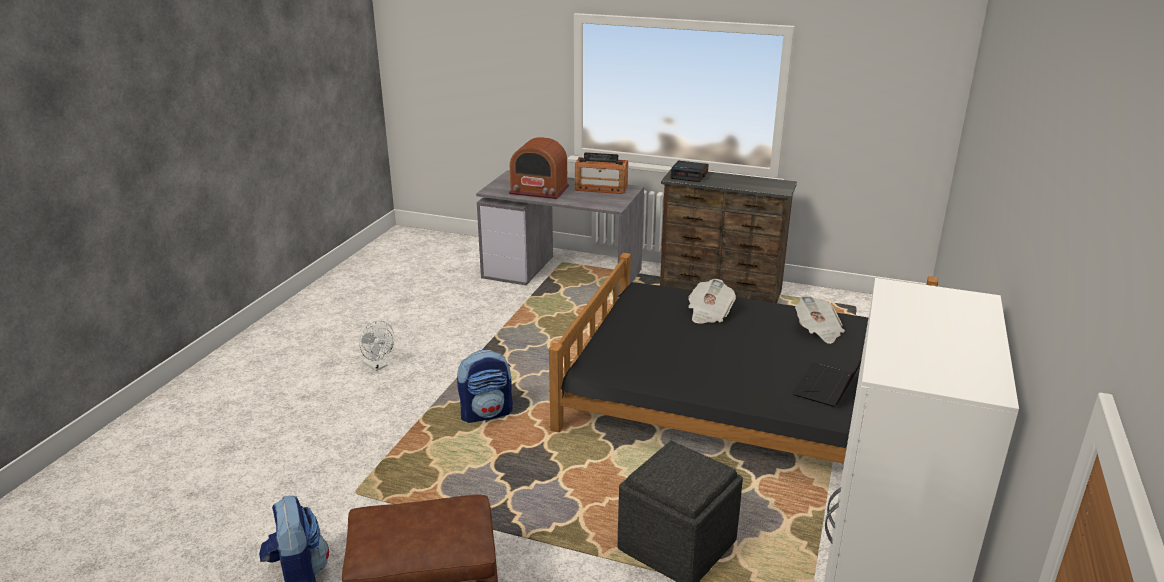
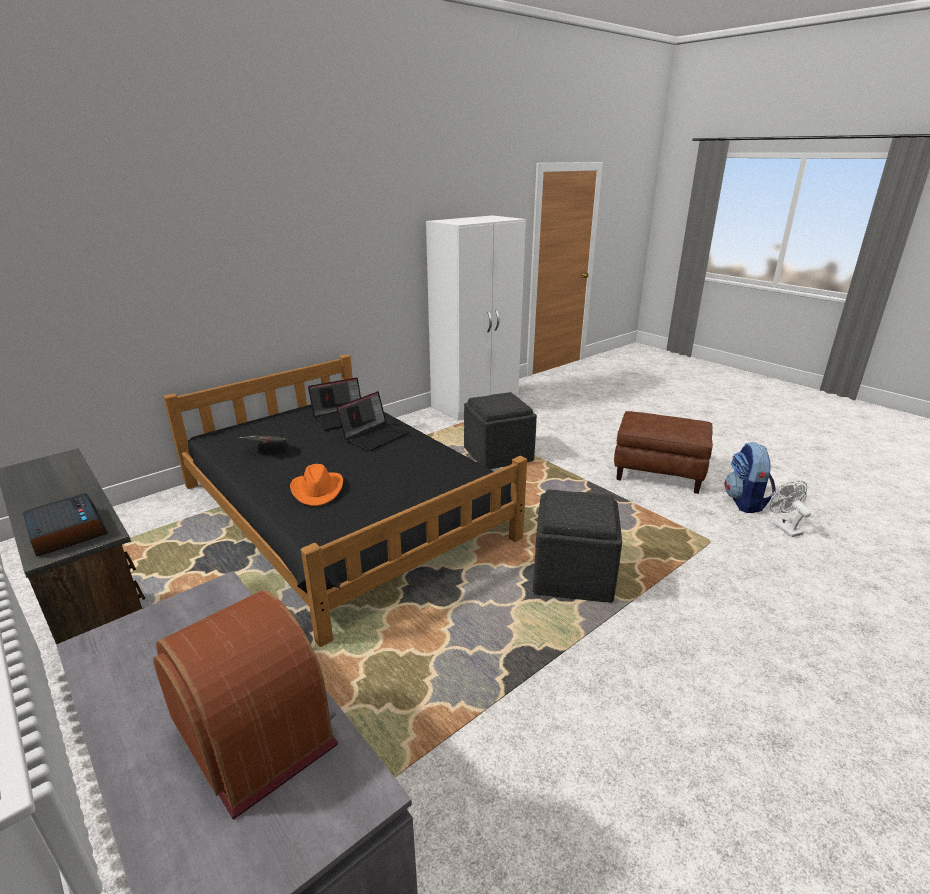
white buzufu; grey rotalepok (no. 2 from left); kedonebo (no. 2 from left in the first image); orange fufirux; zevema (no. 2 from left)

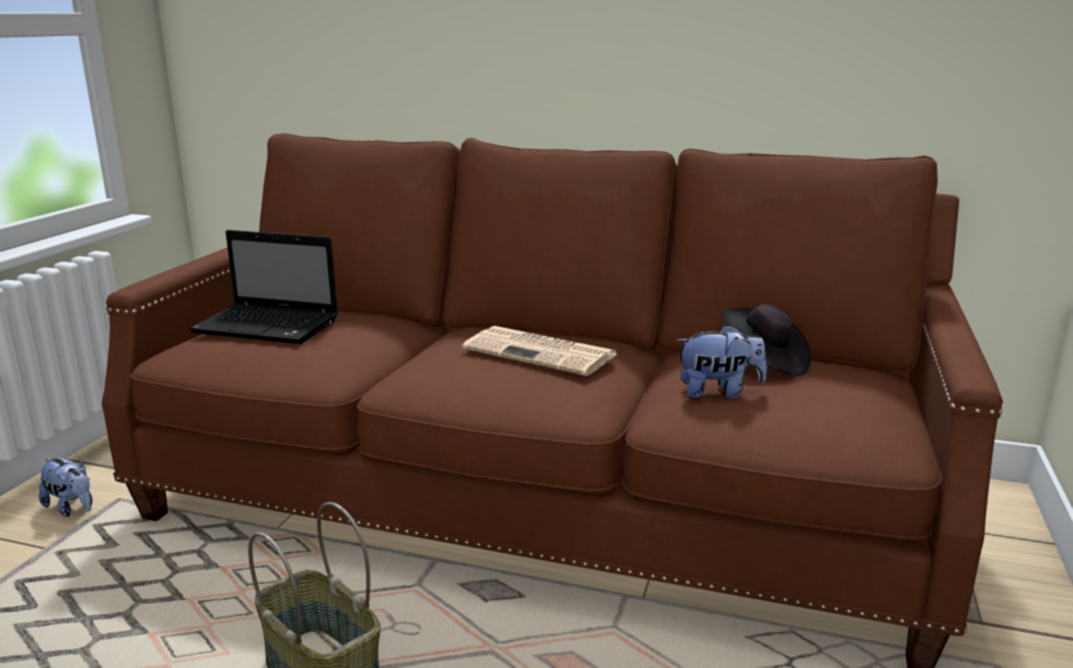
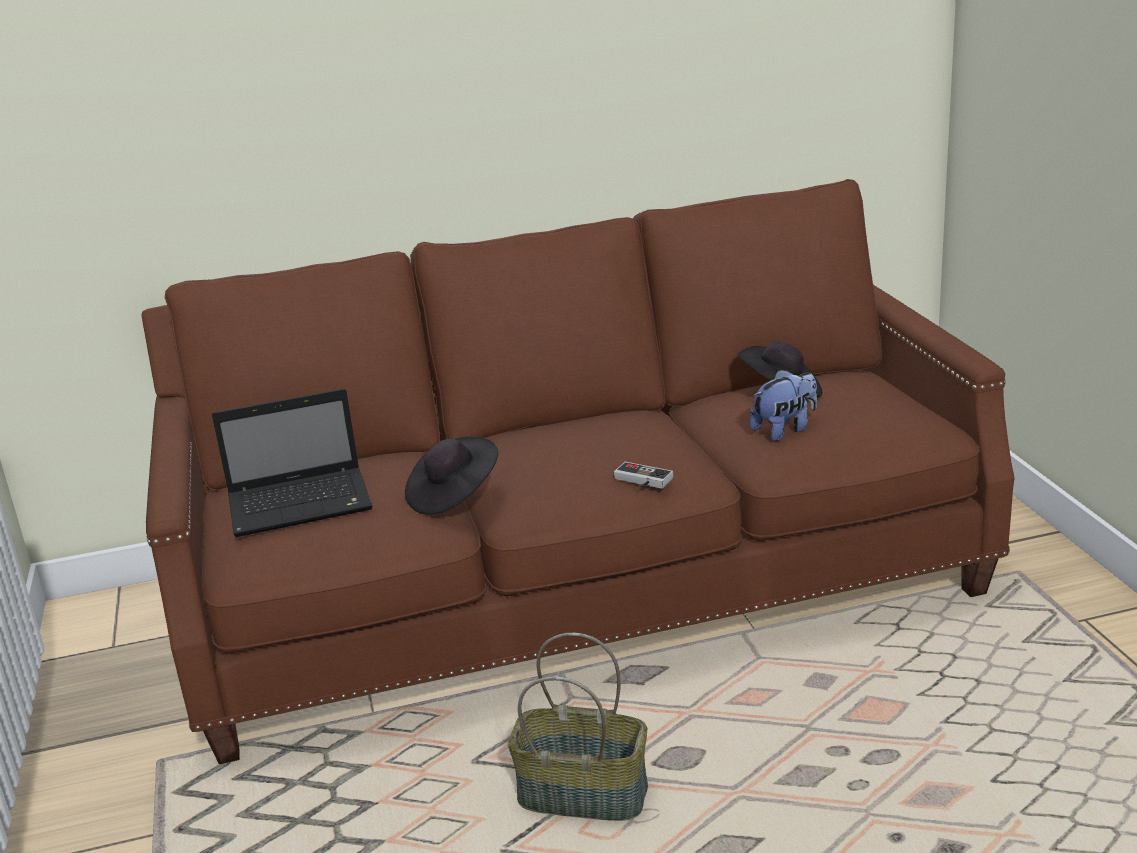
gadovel (no. 1 from left in the first image); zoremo; black fufirux (no. 1 from left); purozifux

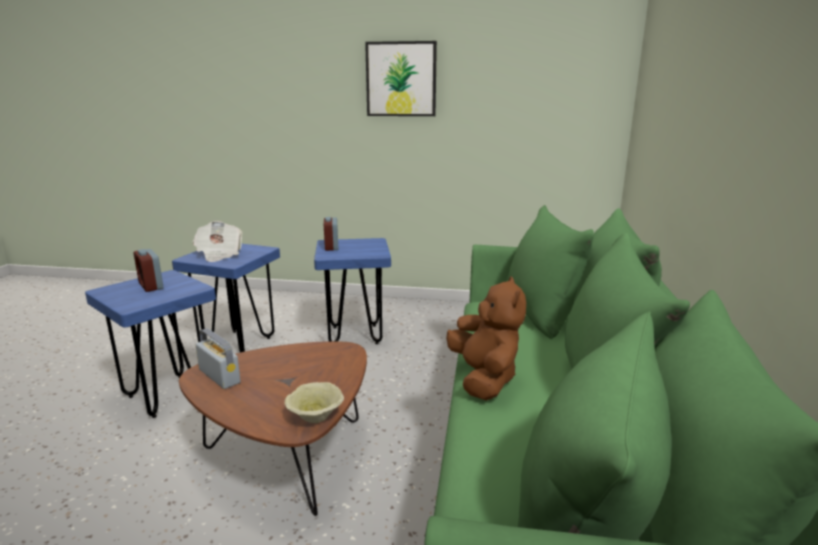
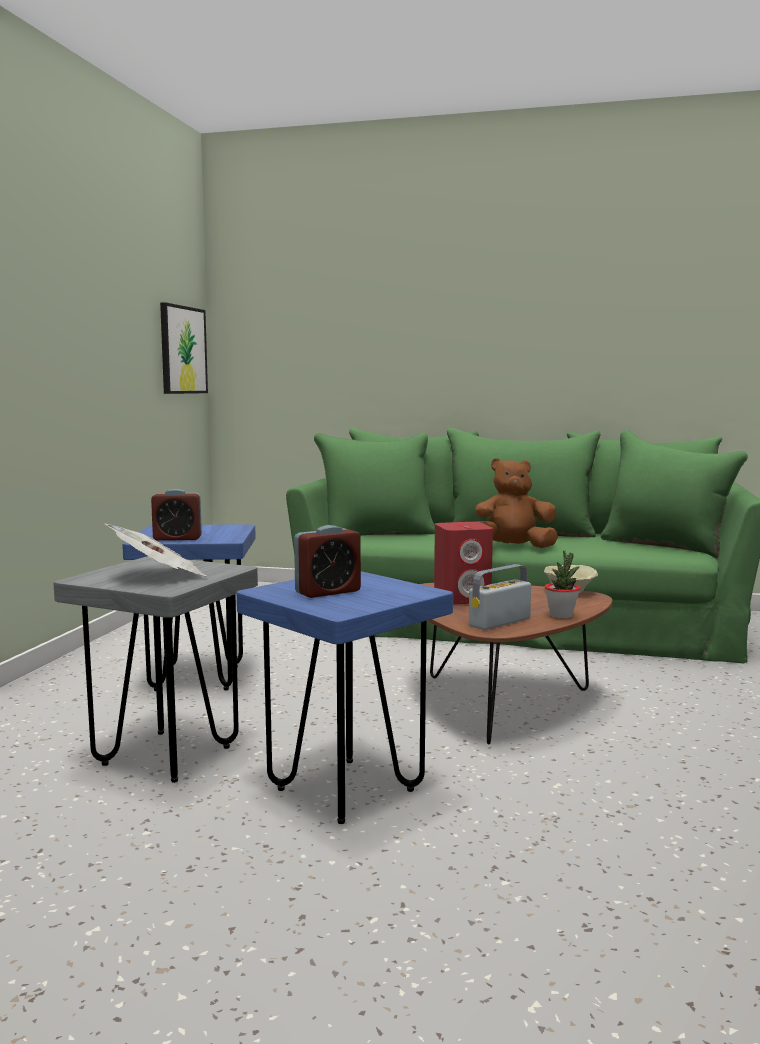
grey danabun; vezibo; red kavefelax; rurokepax

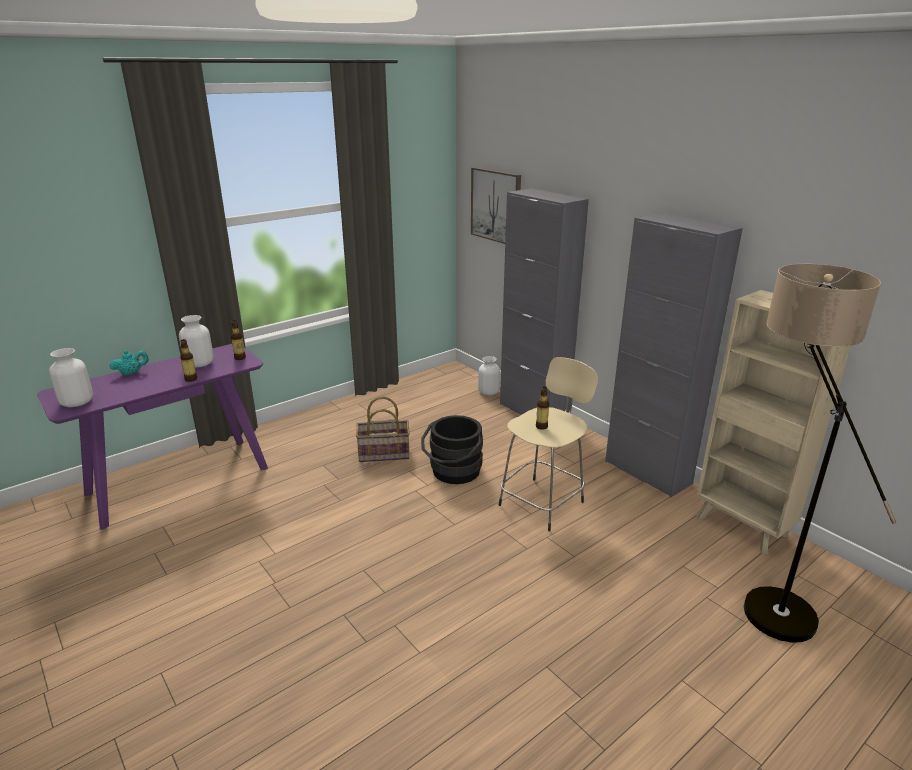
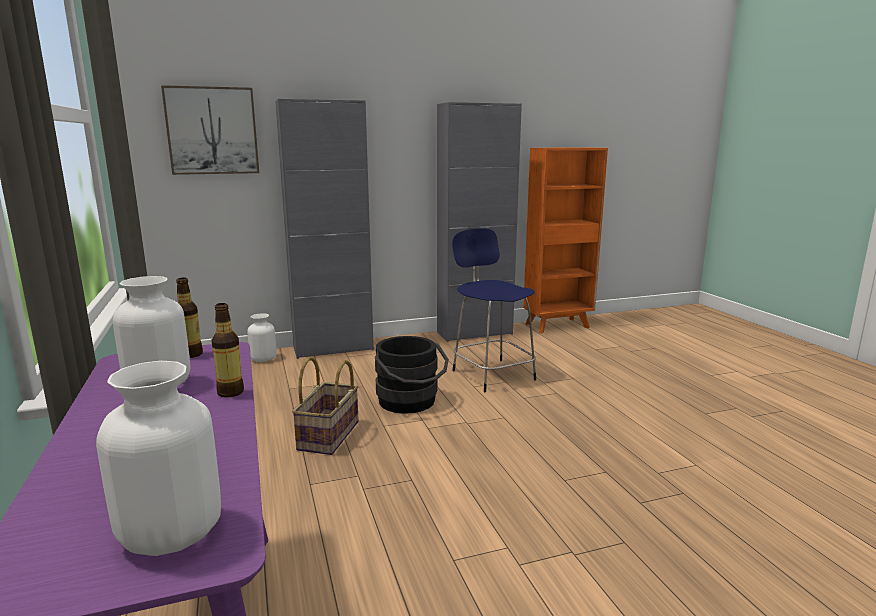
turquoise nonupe; blue danabun; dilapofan (no. 3 from left in the first image); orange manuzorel; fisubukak

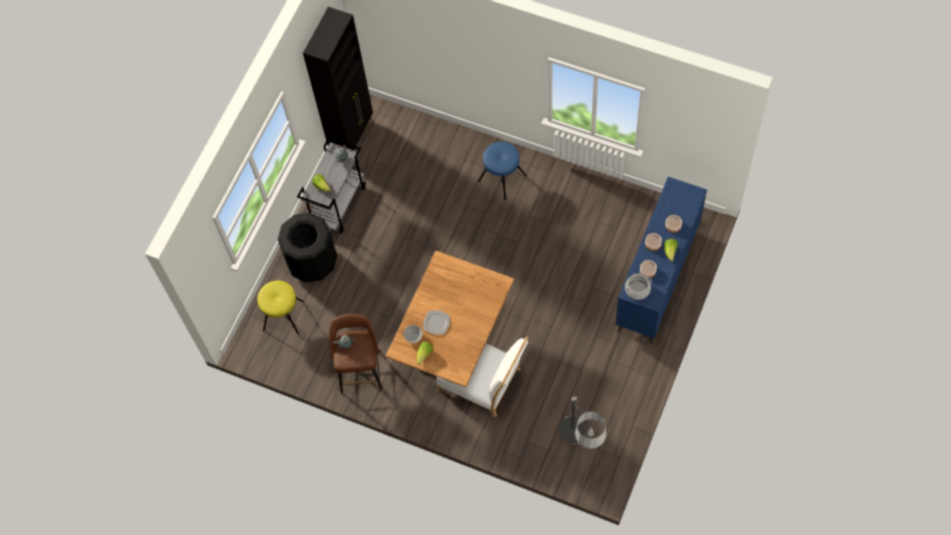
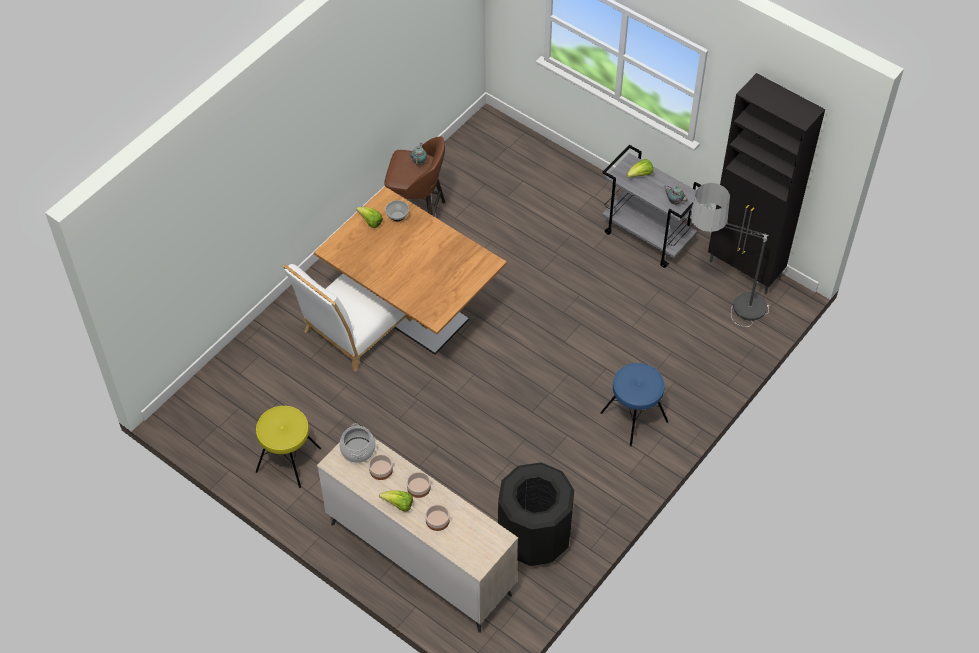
yellow danabun; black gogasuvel; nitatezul; fisubukak; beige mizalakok

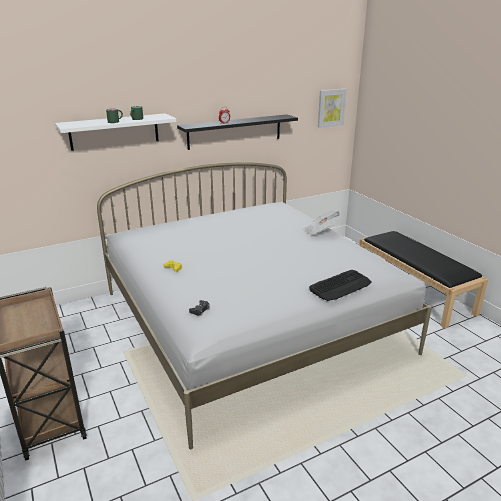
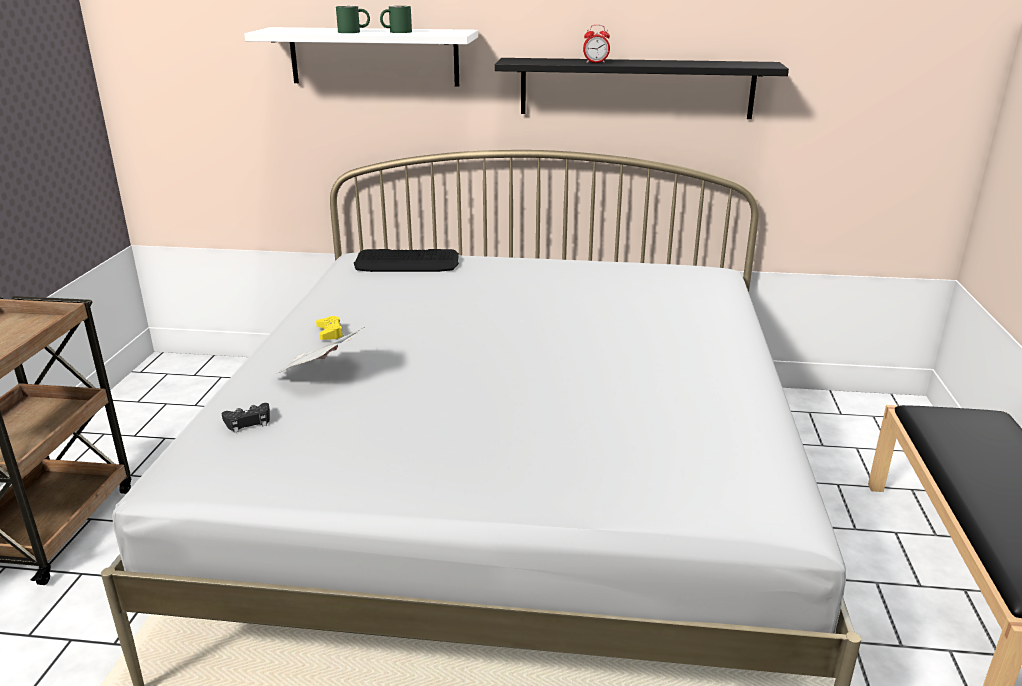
zoremo; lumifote; vezibo

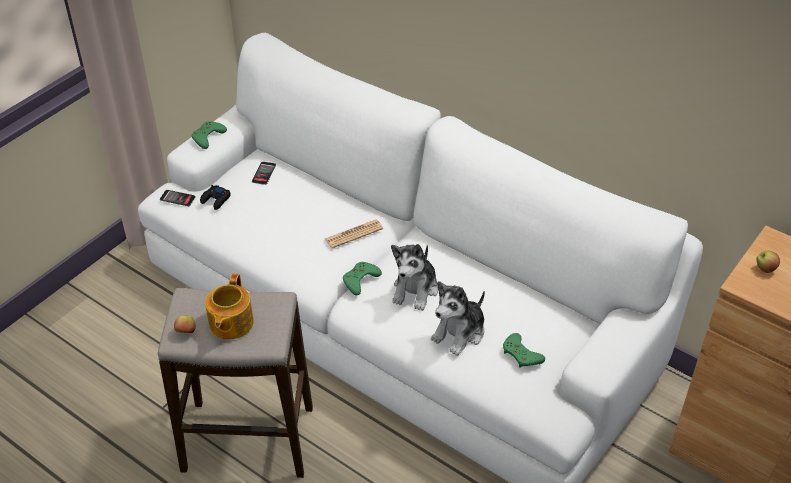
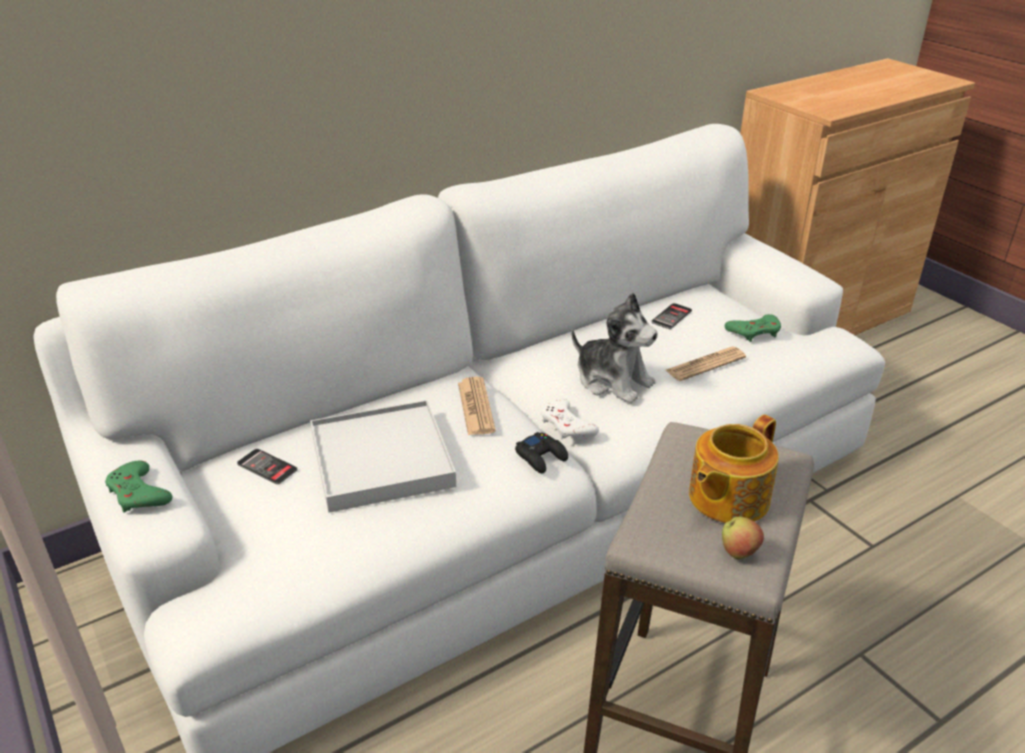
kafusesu (no. 2 from left); black purozifux; nonupe; white purozifux; zoremo (no. 2 from left); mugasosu (no. 2 from left in the first image); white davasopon

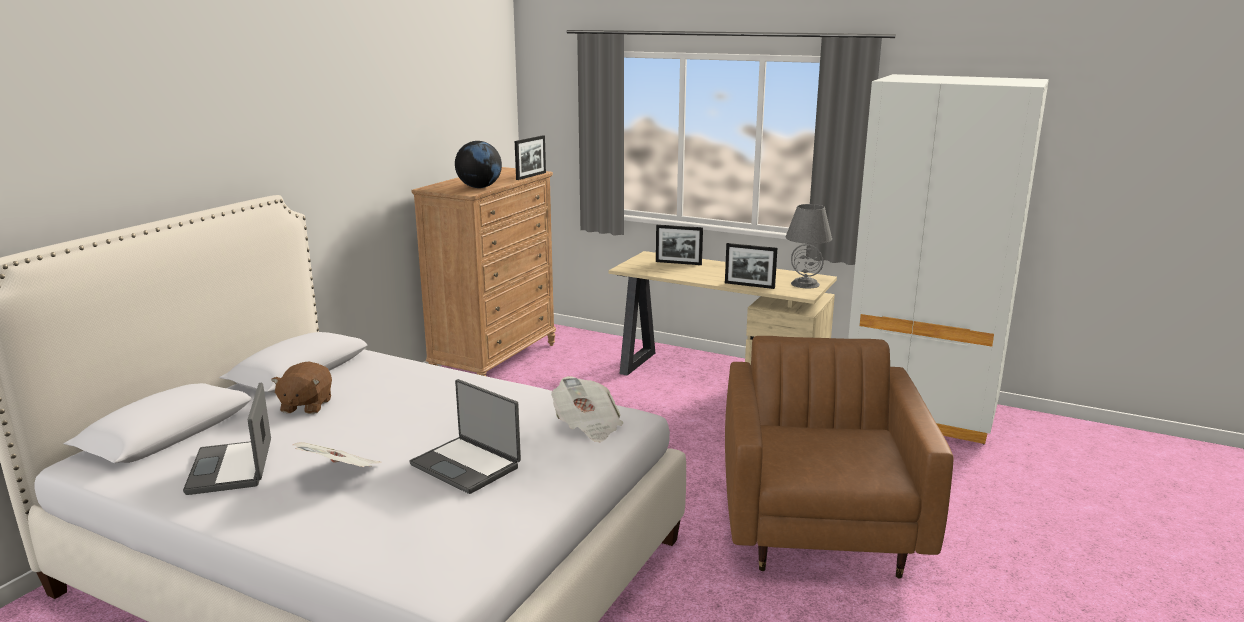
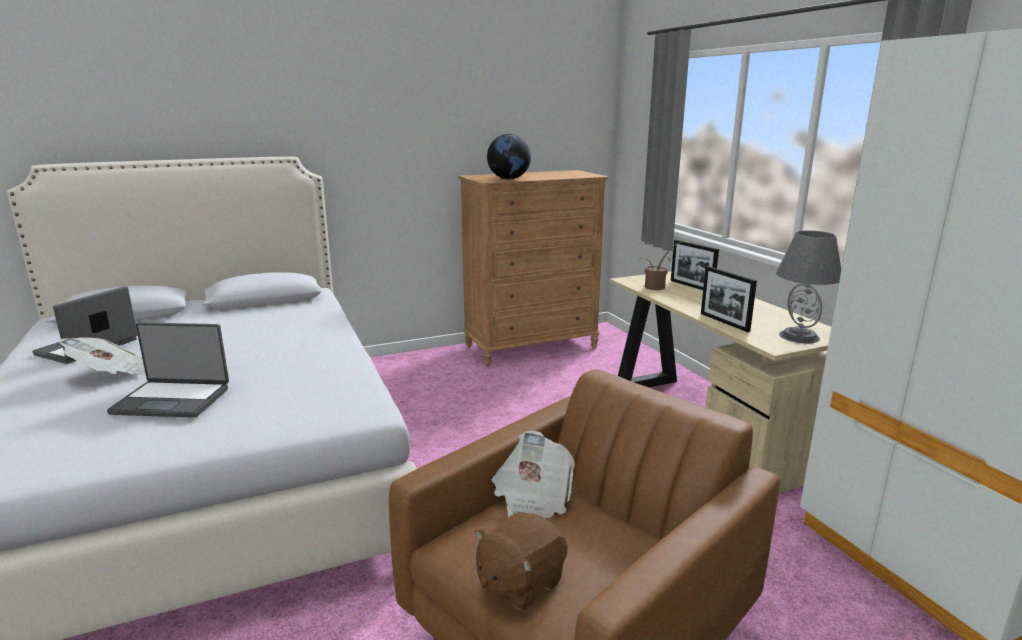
brown gadovel; zevema (no. 2 from left); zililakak (no. 1 from left in the first image); zoremo (no. 2 from left); rurokepax

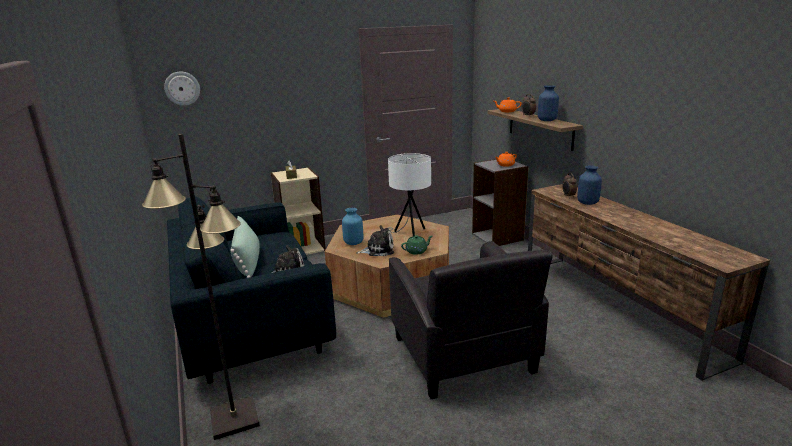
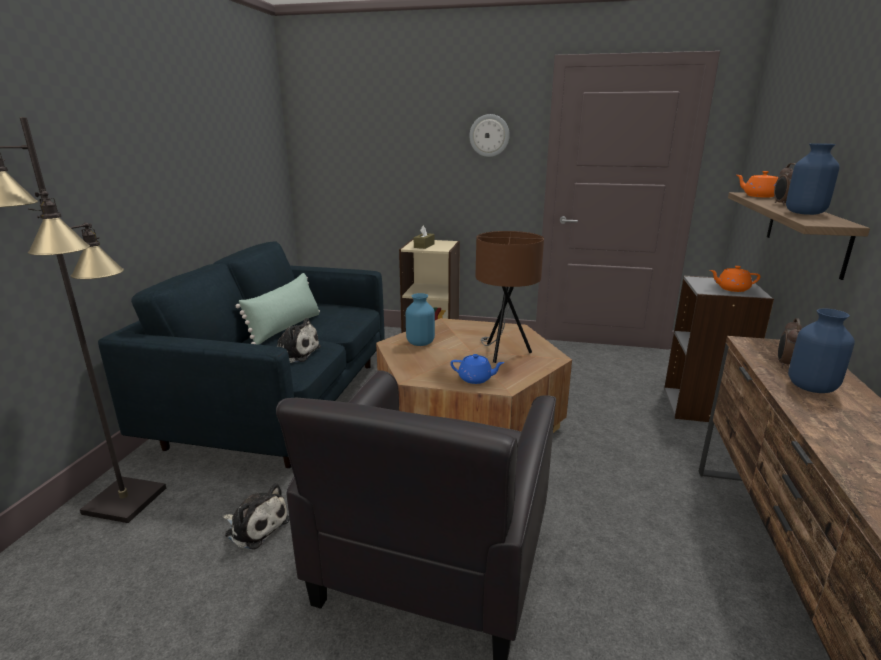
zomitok; gadovel (no. 1 from left); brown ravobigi; blue nonupe

